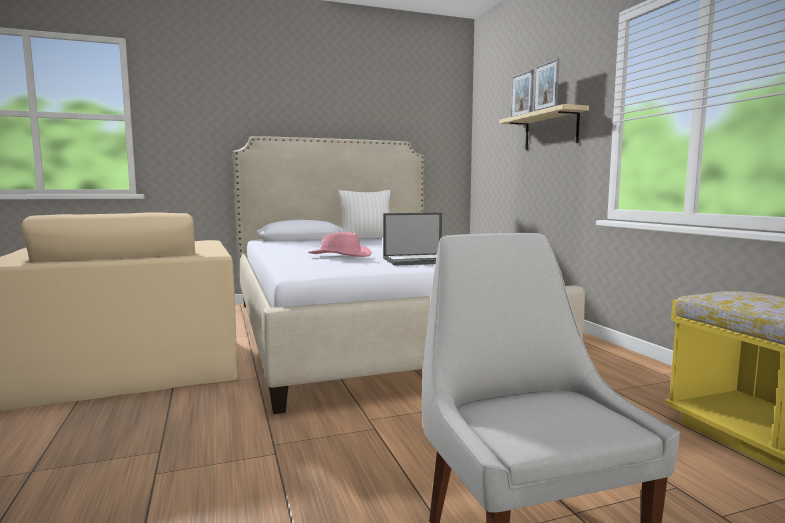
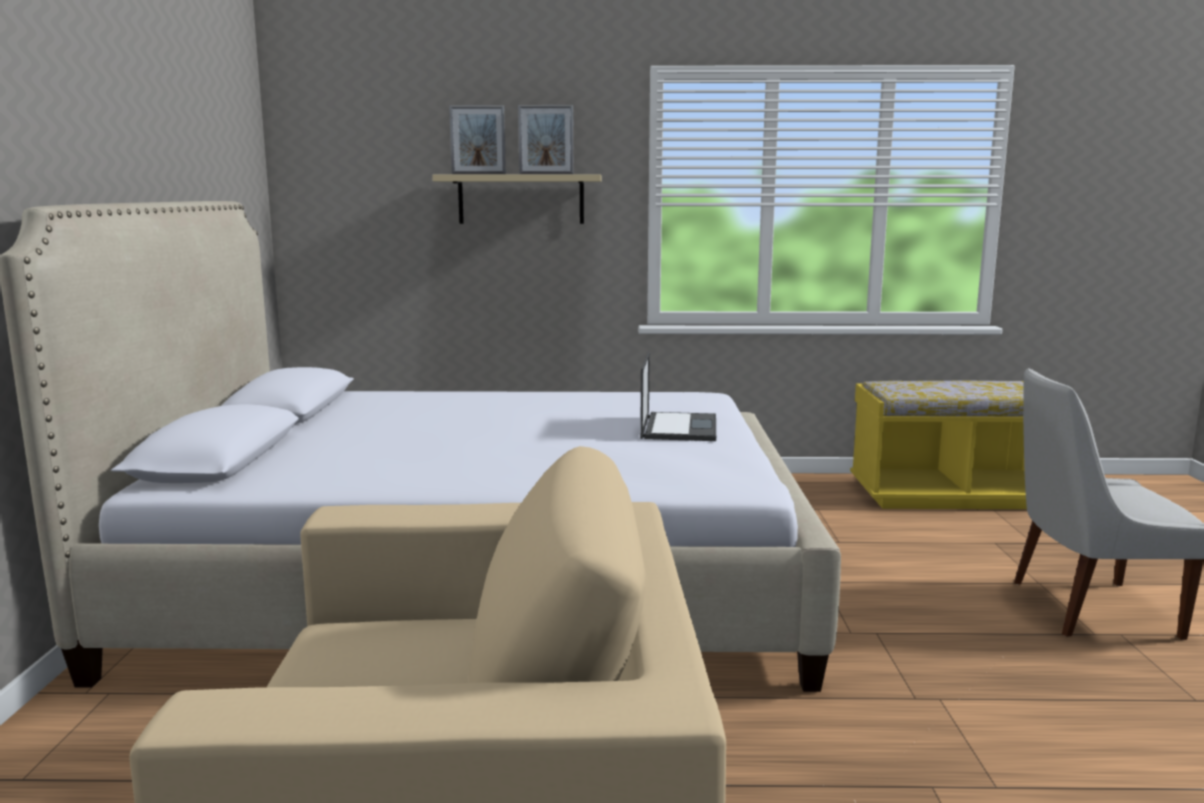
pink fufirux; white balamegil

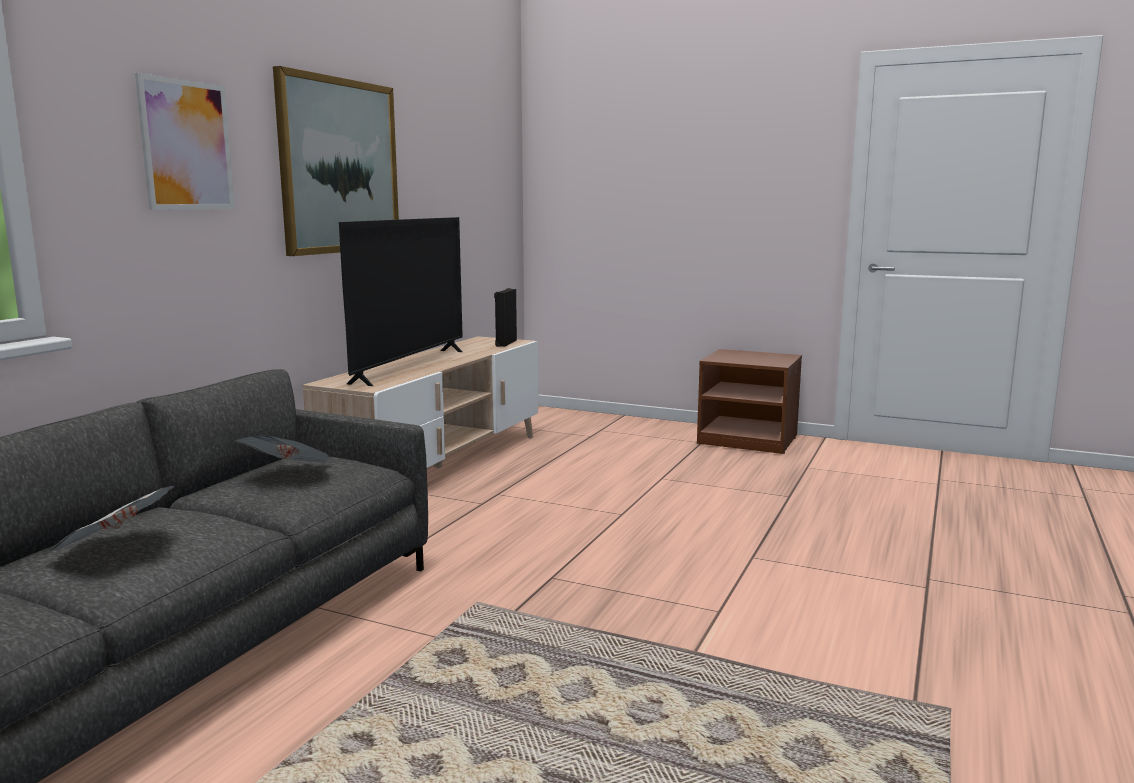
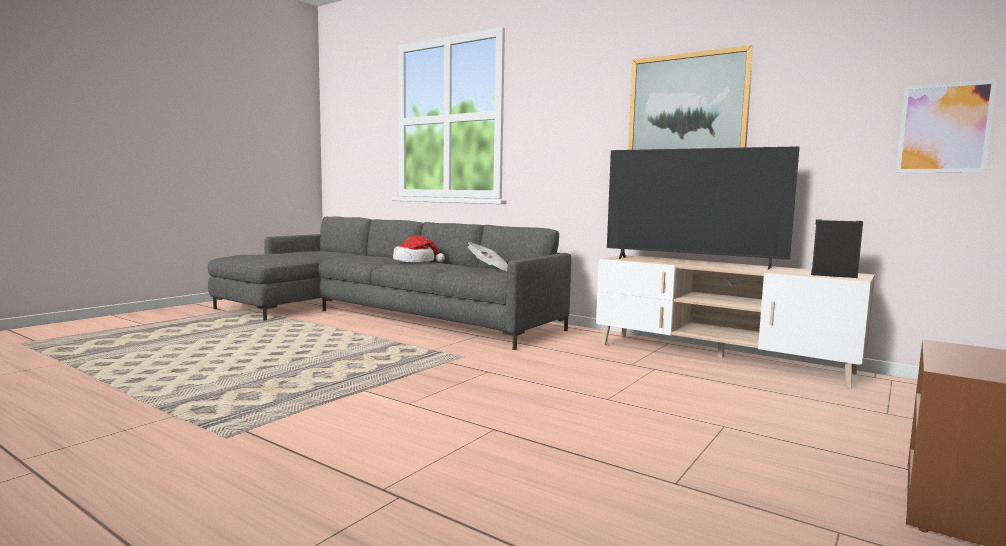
fufirux; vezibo (no. 2 from left)

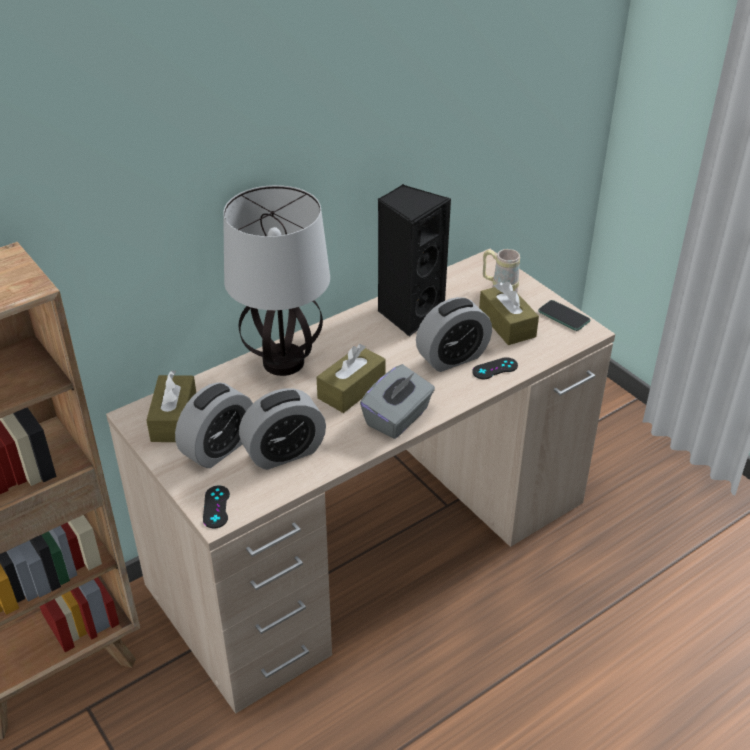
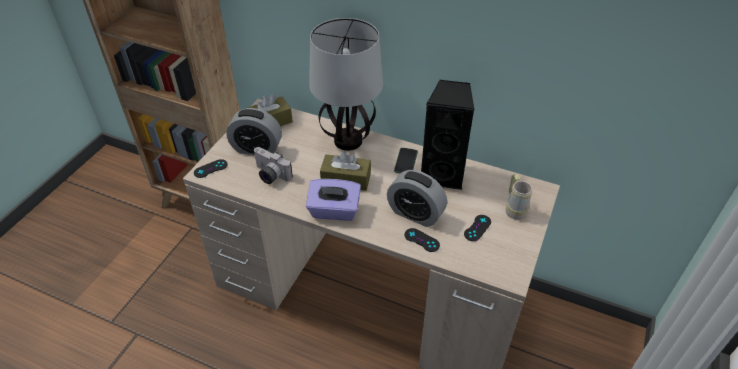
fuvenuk; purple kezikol; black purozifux (no. 3 from left); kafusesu

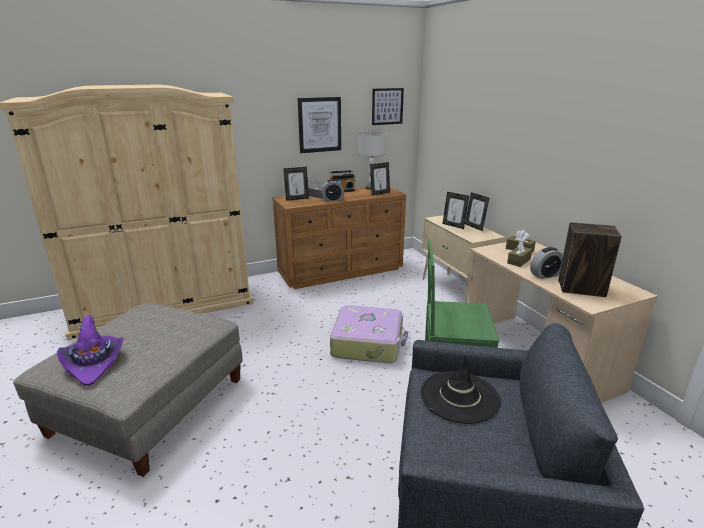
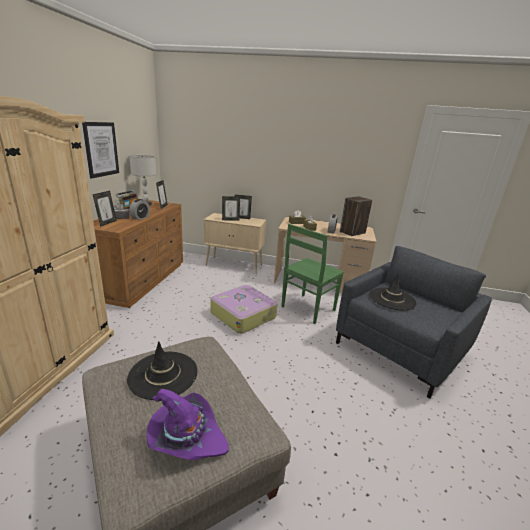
vezibo (no. 2 from left in the first image); black fufirux (no. 1 from left)

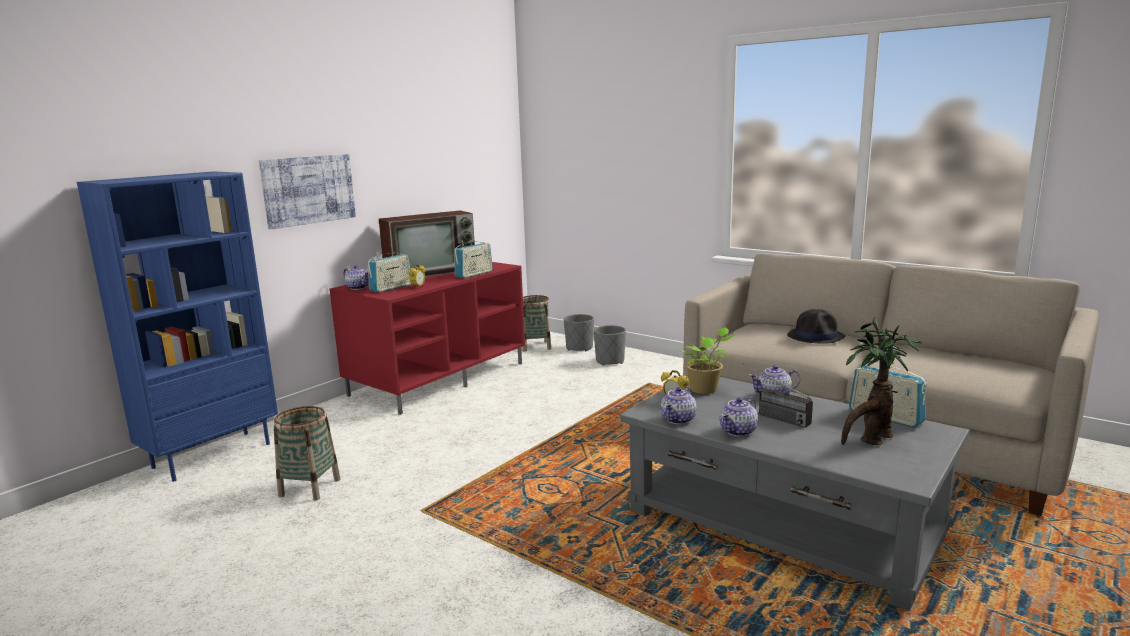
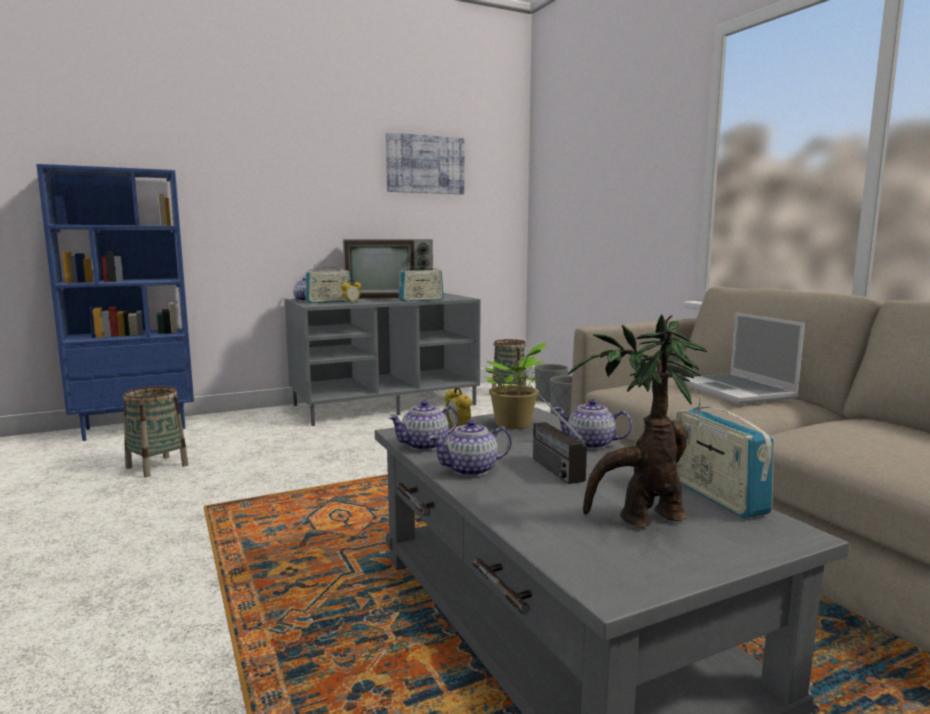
vezibo; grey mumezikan; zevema

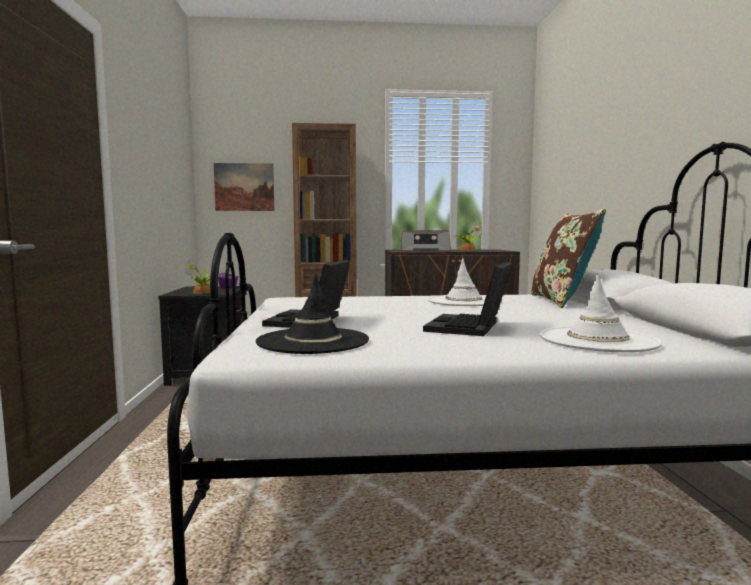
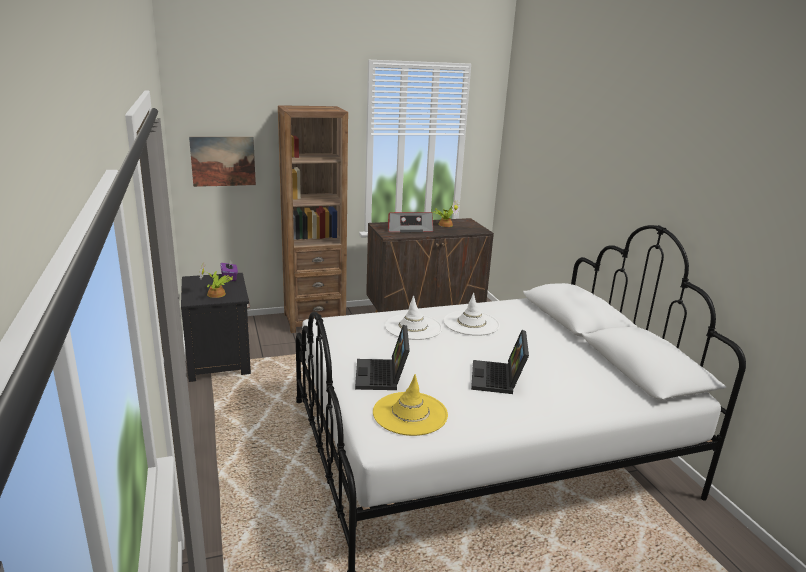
yellow fufirux; brown balamegil; white fufirux (no. 1 from left)

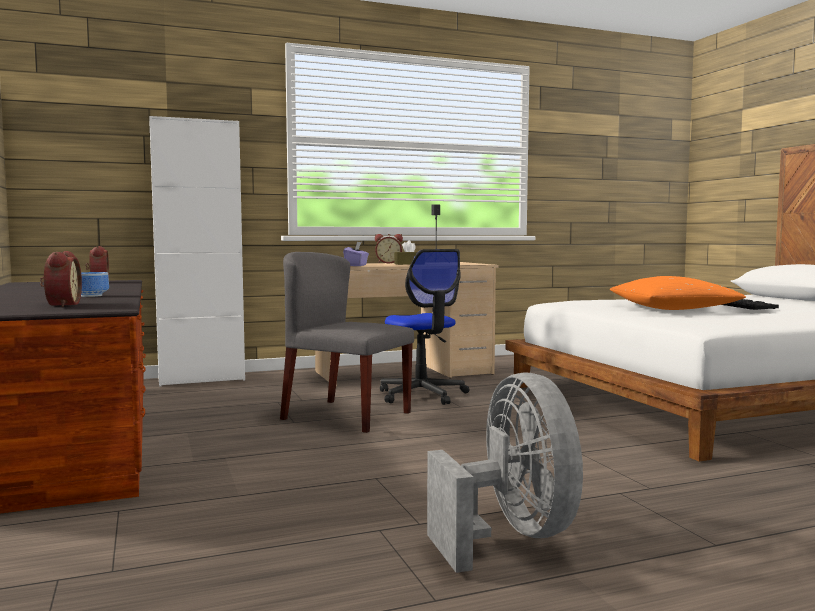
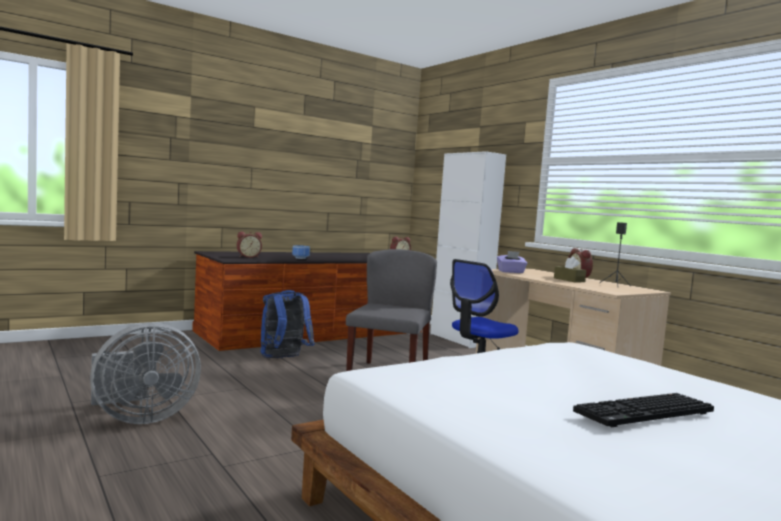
orange balamegil; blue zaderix

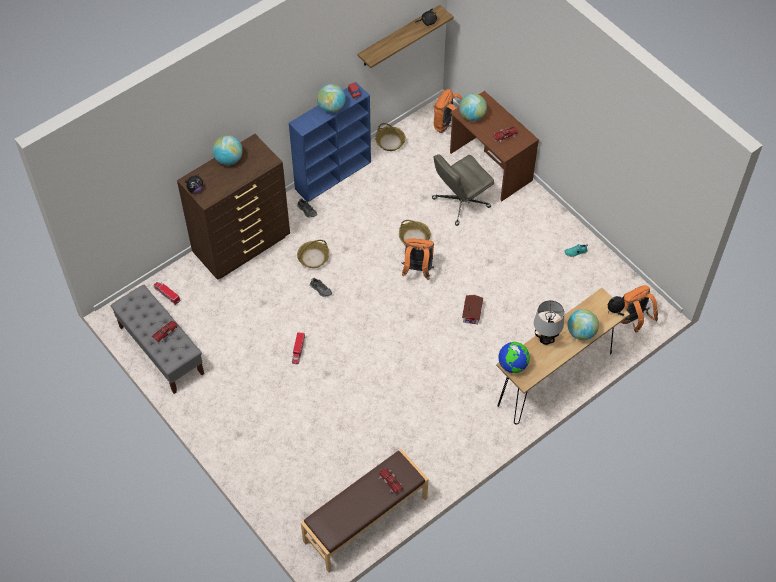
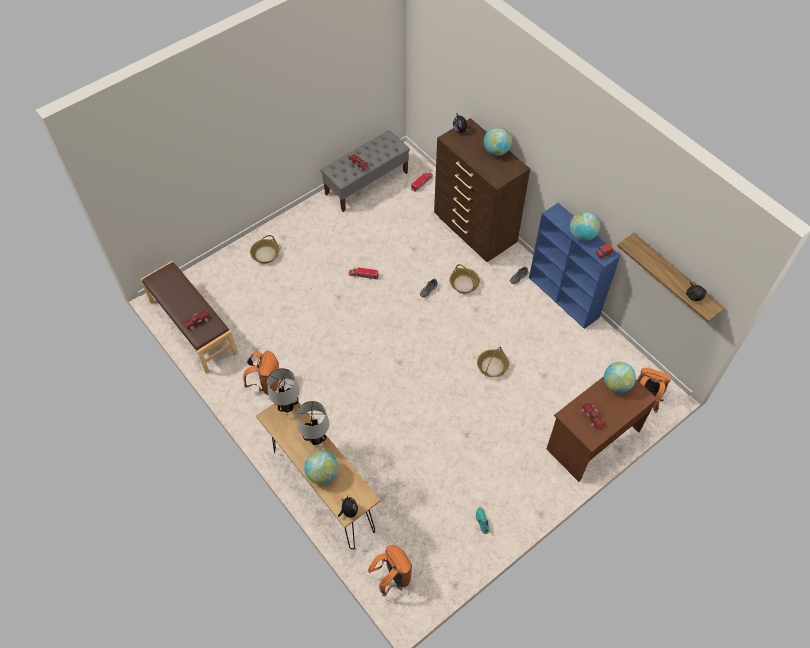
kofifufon (no. 1 from left); orange zaderix (no. 1 from left); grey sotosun; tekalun; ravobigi (no. 1 from left)

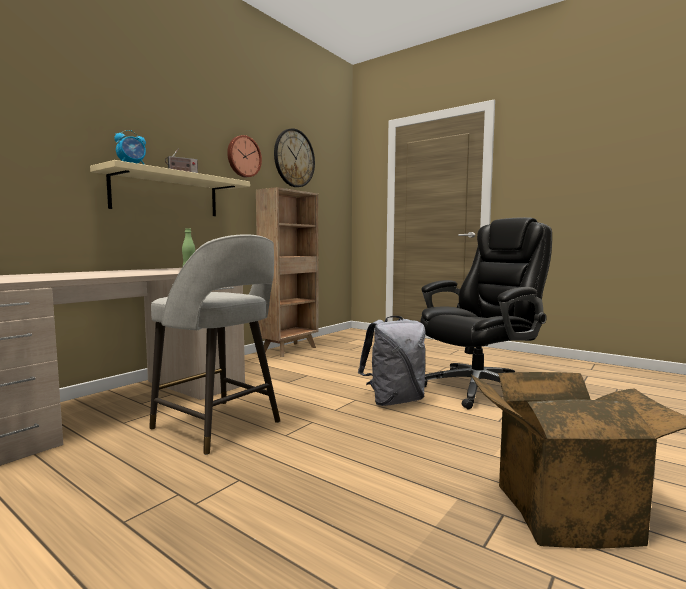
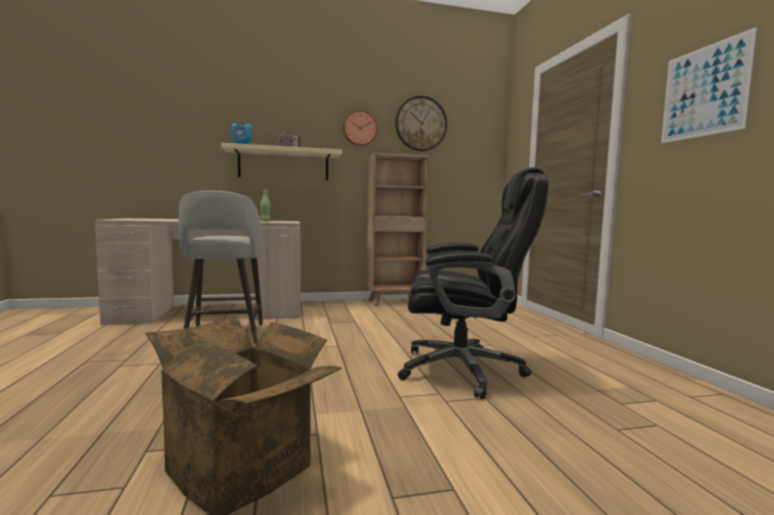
grey zaderix; vezibo

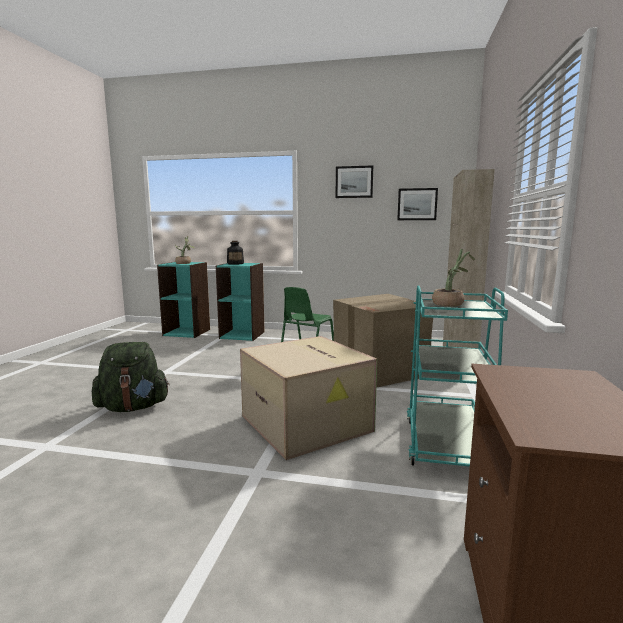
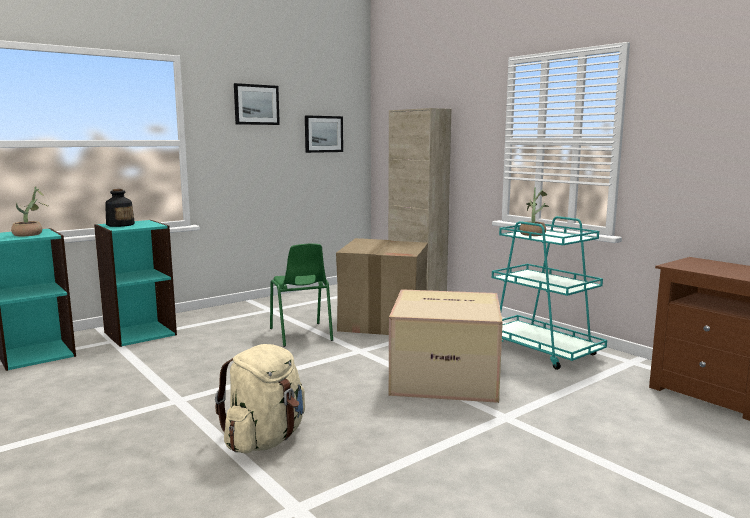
beige zaderix

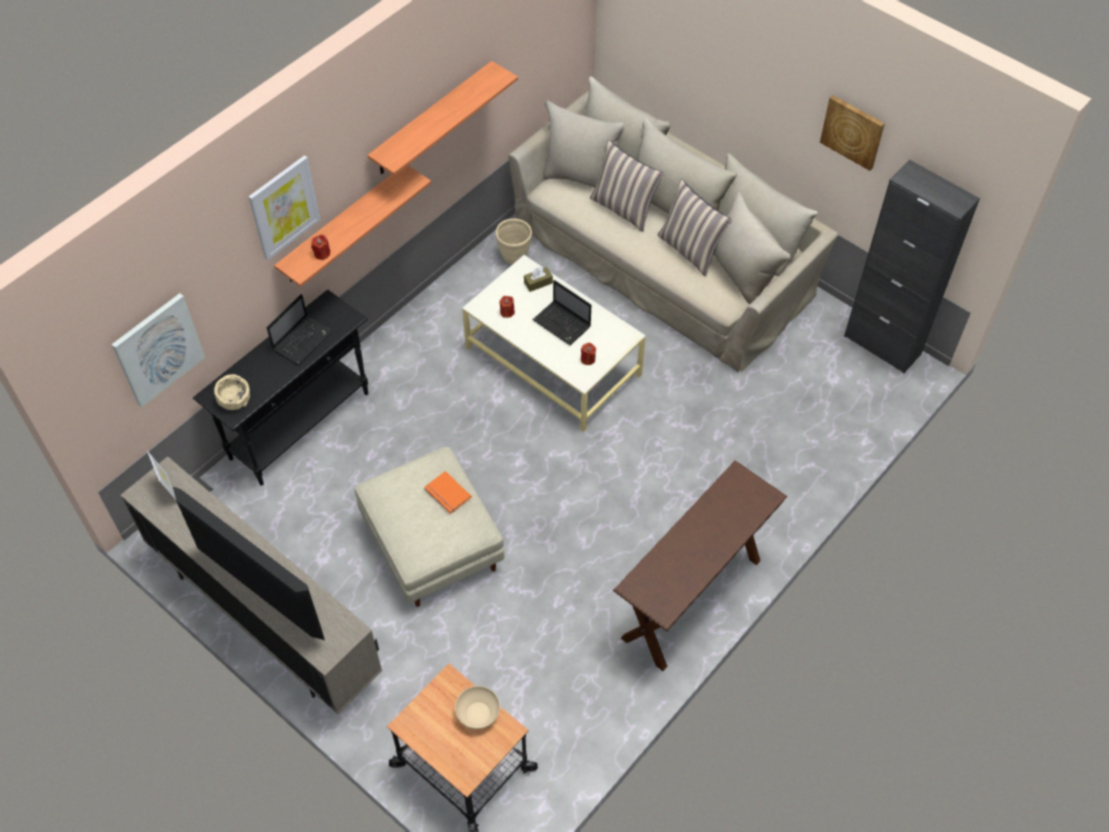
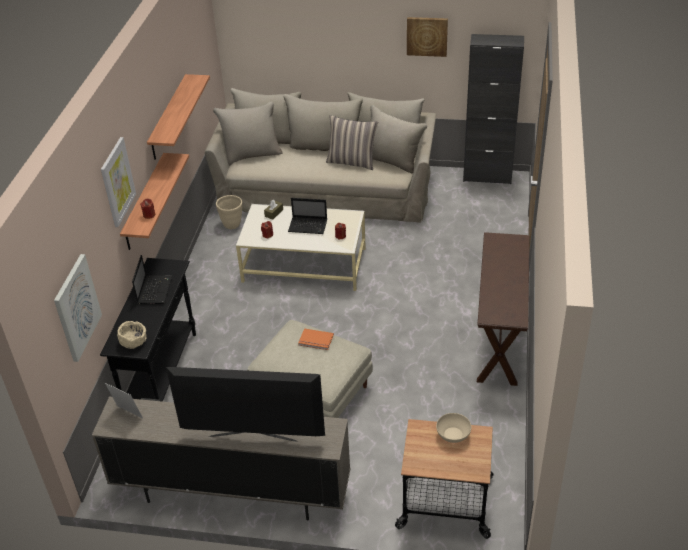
balamegil (no. 1 from left in the first image)

